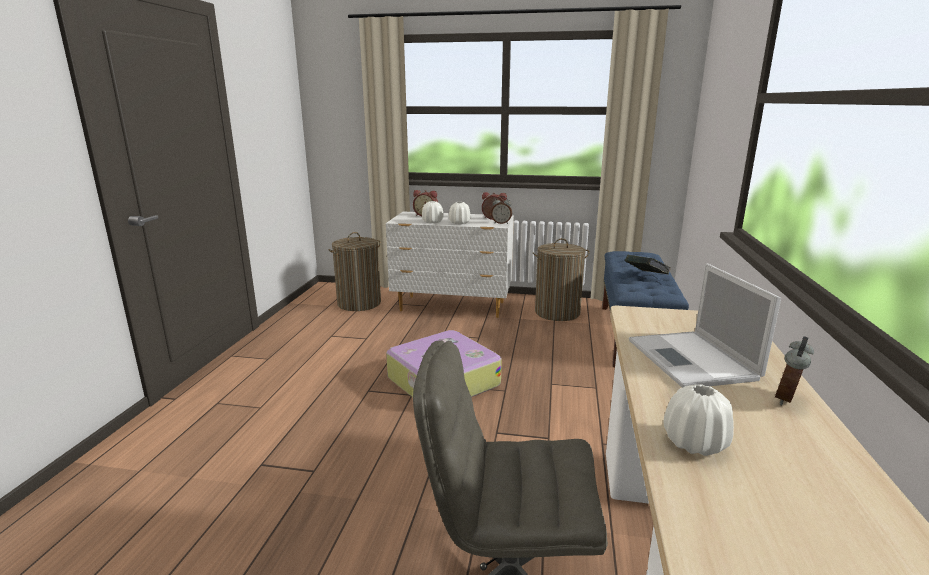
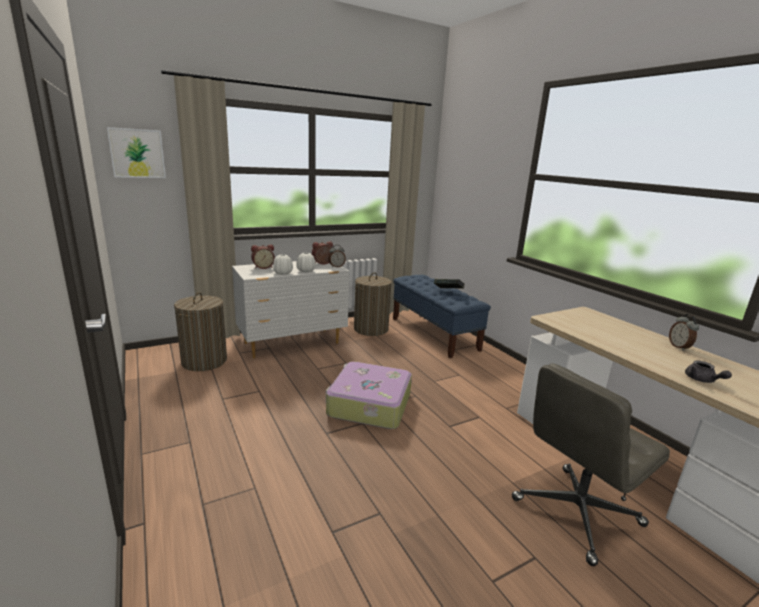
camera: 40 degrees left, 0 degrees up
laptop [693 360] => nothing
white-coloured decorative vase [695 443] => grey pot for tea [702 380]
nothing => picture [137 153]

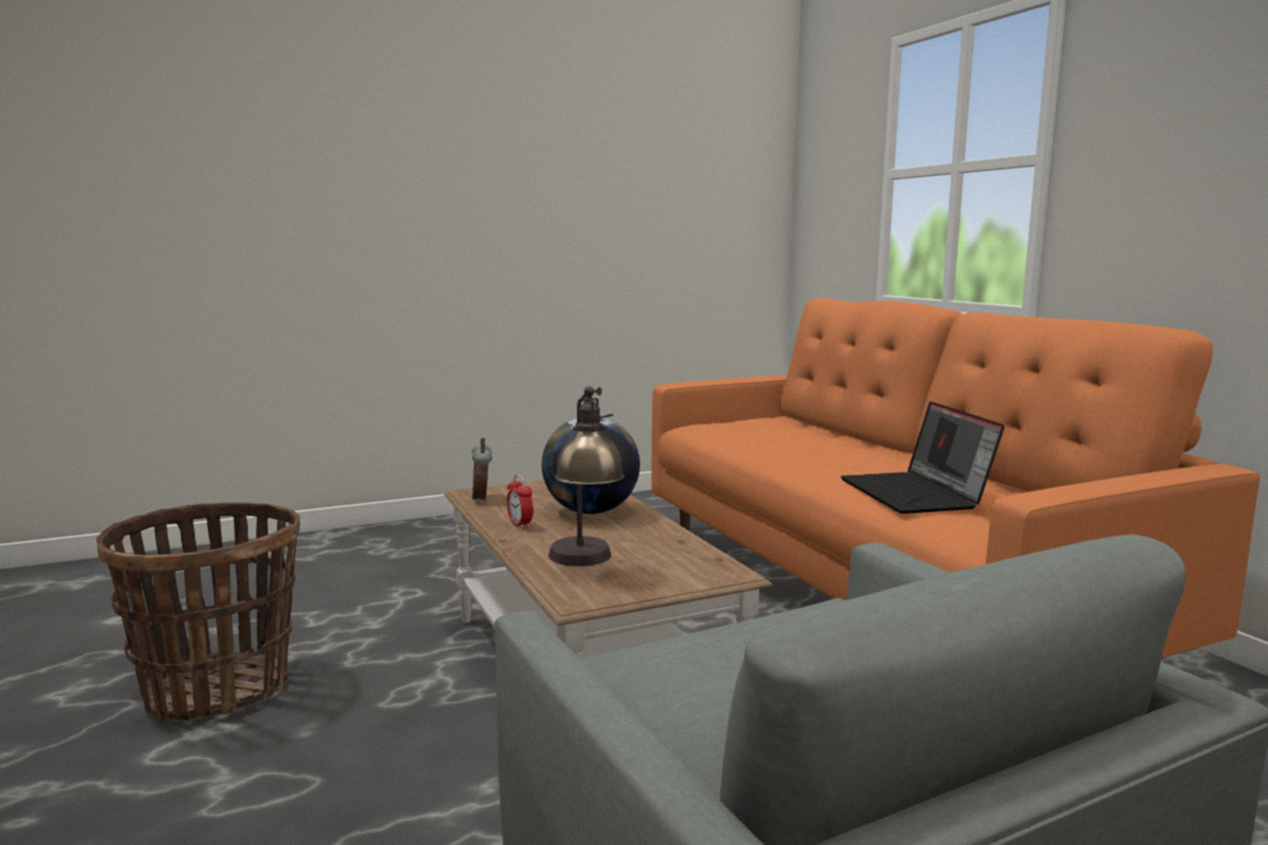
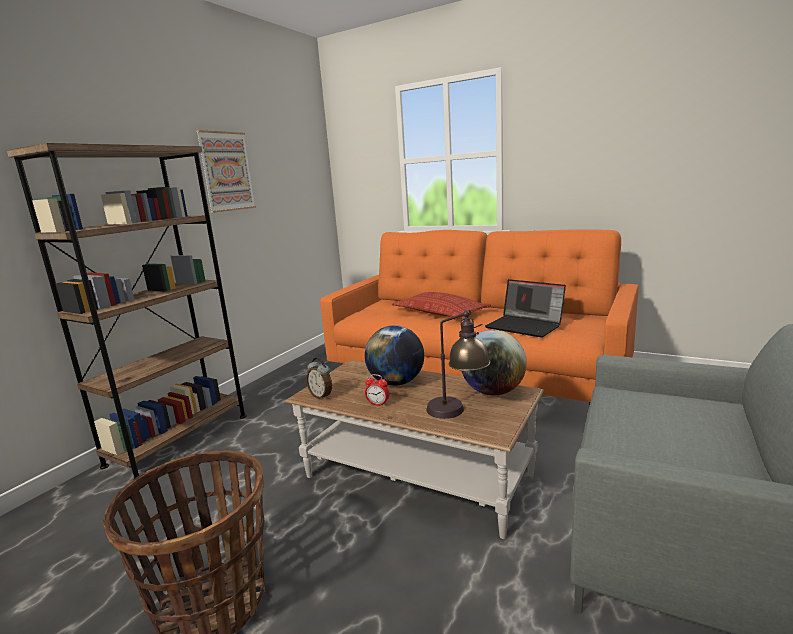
camera: 35 degrees left, 5 degrees up
nothing => picture [226 171]
nothing => brown-coloured shelving unit [179 439]
nothing => cushion [440 312]
nothing => world globe [493 392]

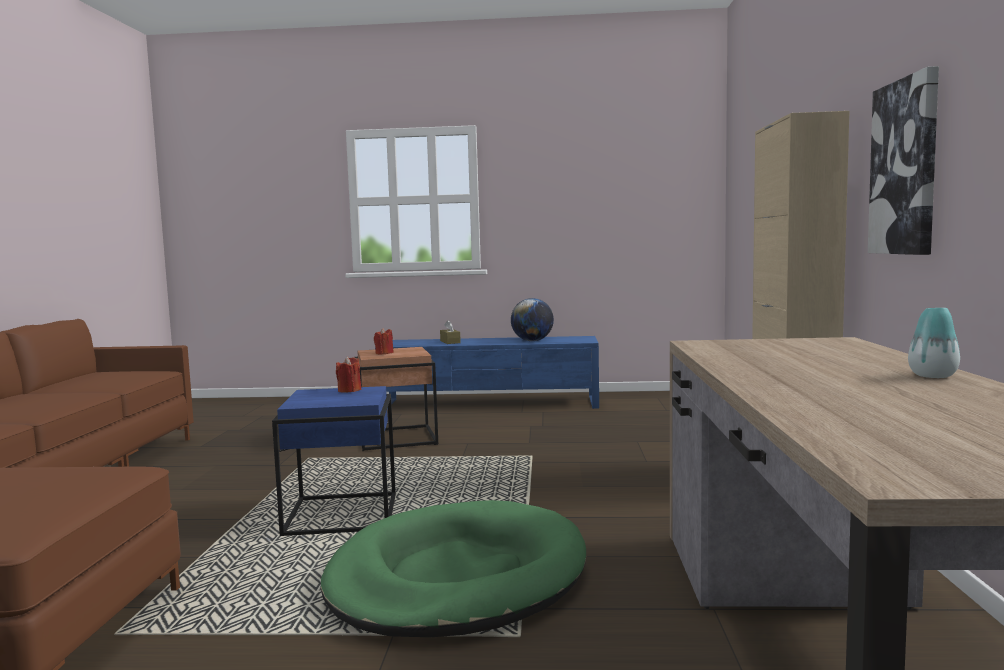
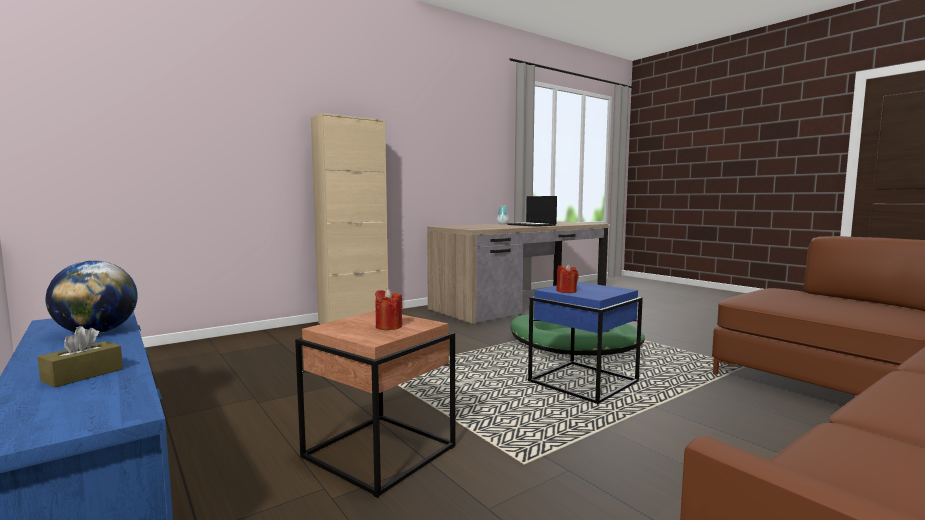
camera: 130 degrees left, 0 degrees up
picture [906 167] => nothing
nothing => laptop [532 225]

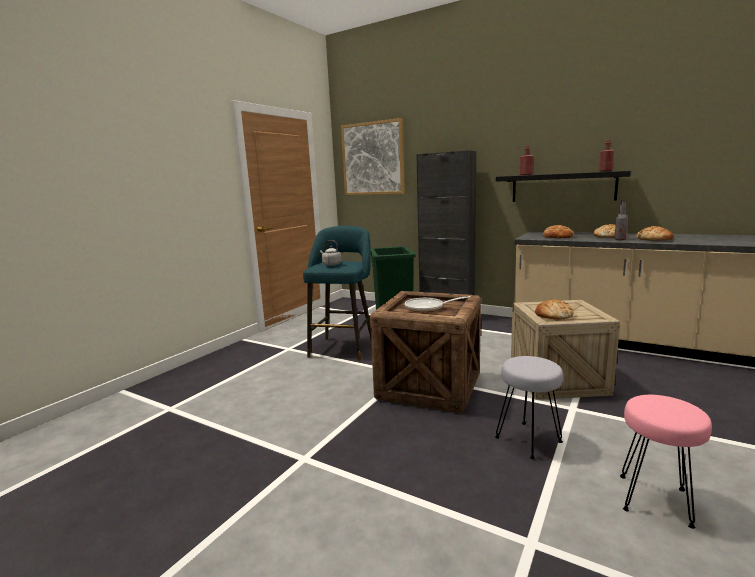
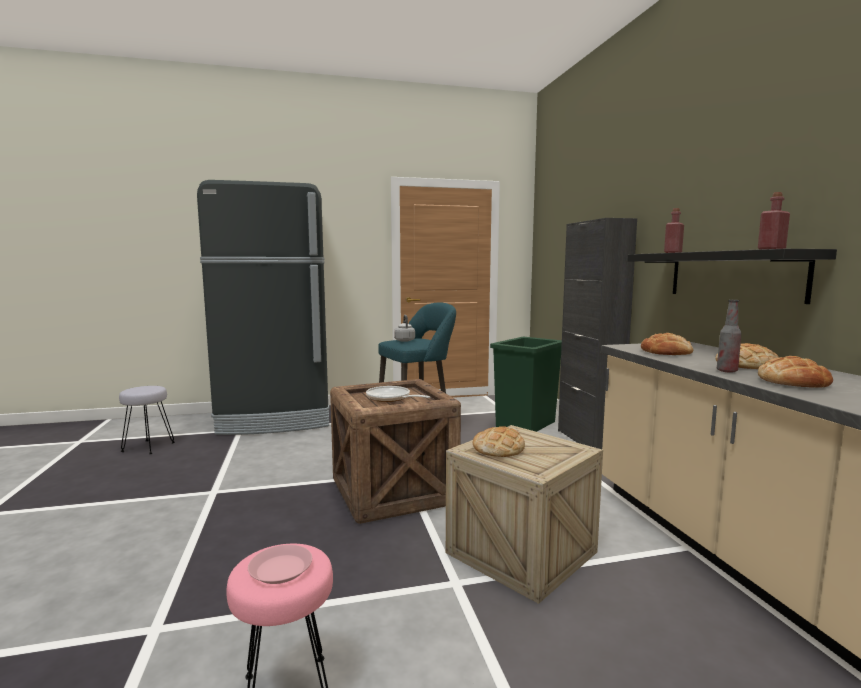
camera: 45 degrees right, 5 degrees down
picture [373 159] => nothing
grey stool [528 440] => grey stool [148 447], move
nothing => black kitchen fridge [276 420]
nothing => pink-coloured plate [280 569]

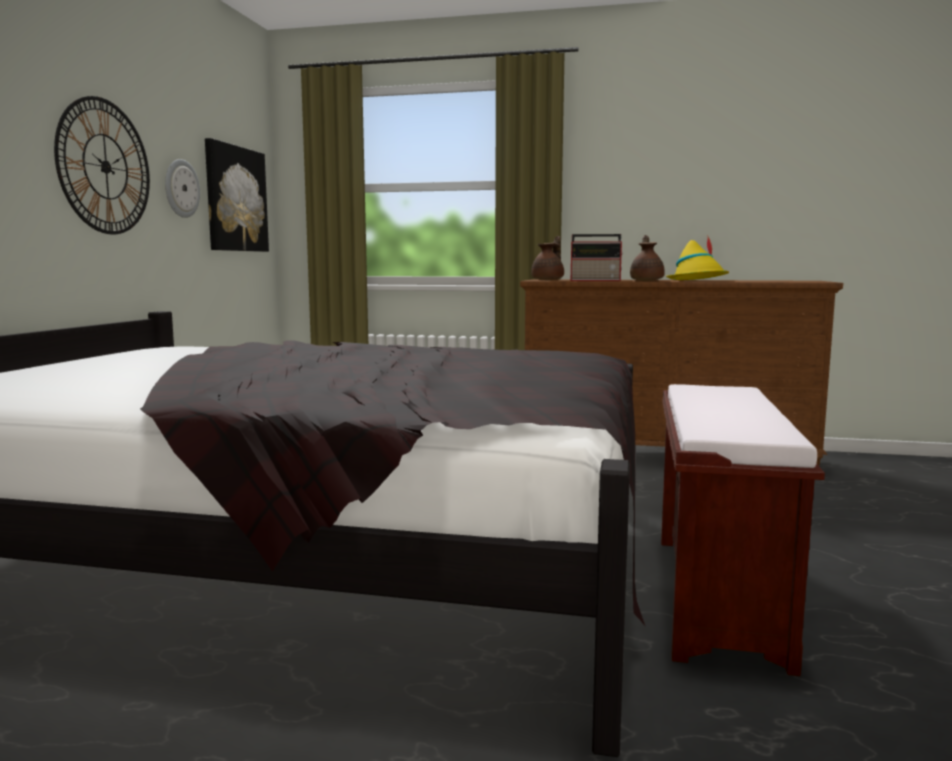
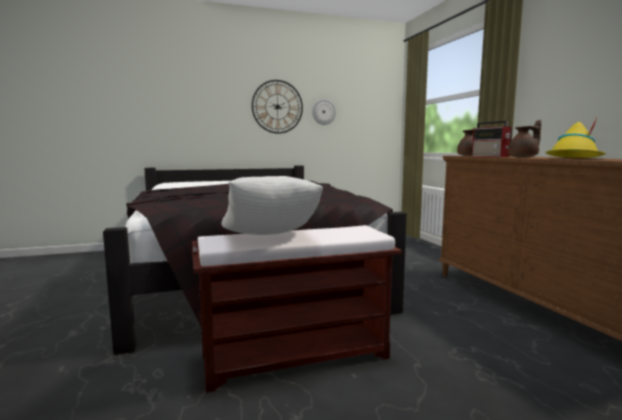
camera: 60 degrees right, 0 degrees up
picture [235 199] => nothing
nothing => white-coloured cushion [270 238]

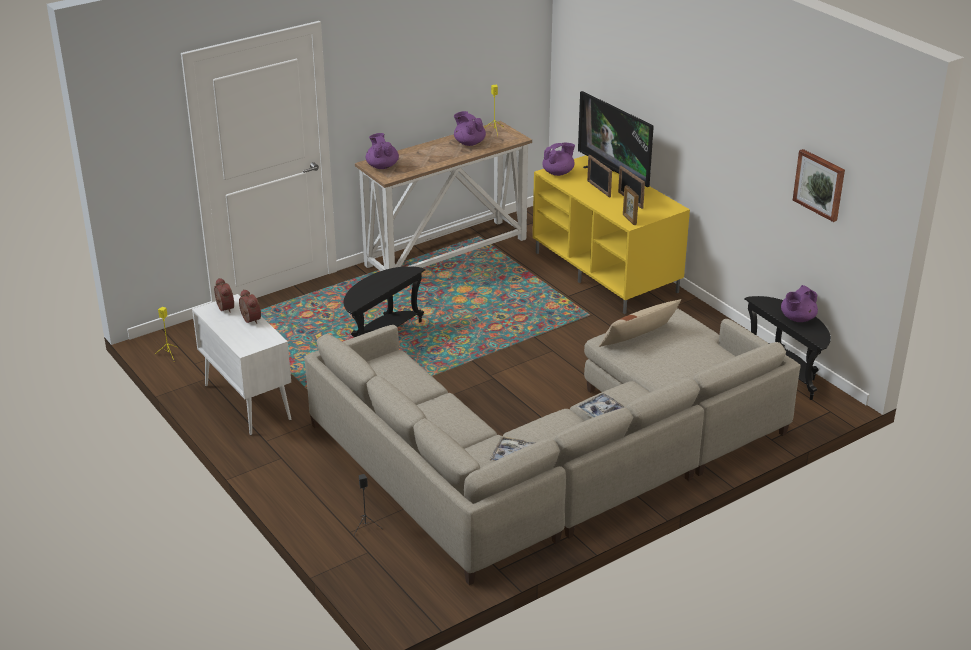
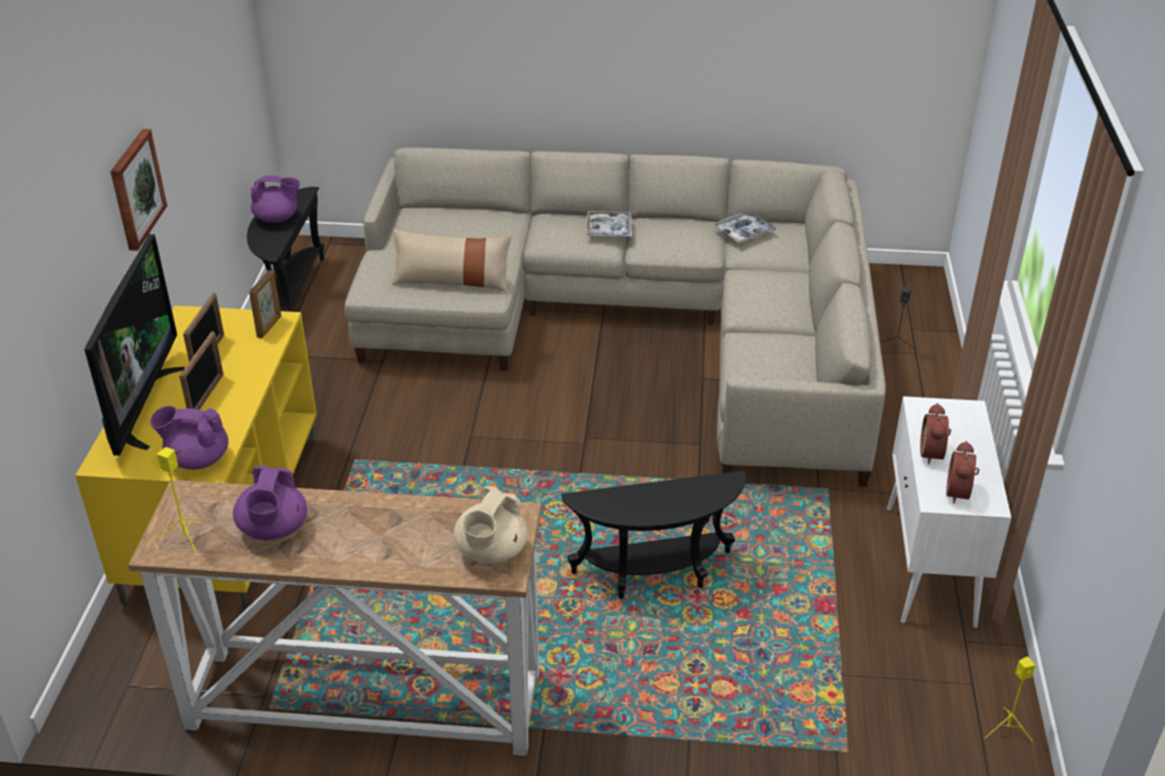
camera: 140 degrees left, 5 degrees up
purple-coloured pot for tea [382 166] => beige pot for tea [491 552]
picture [820 184] => picture [135 189], move

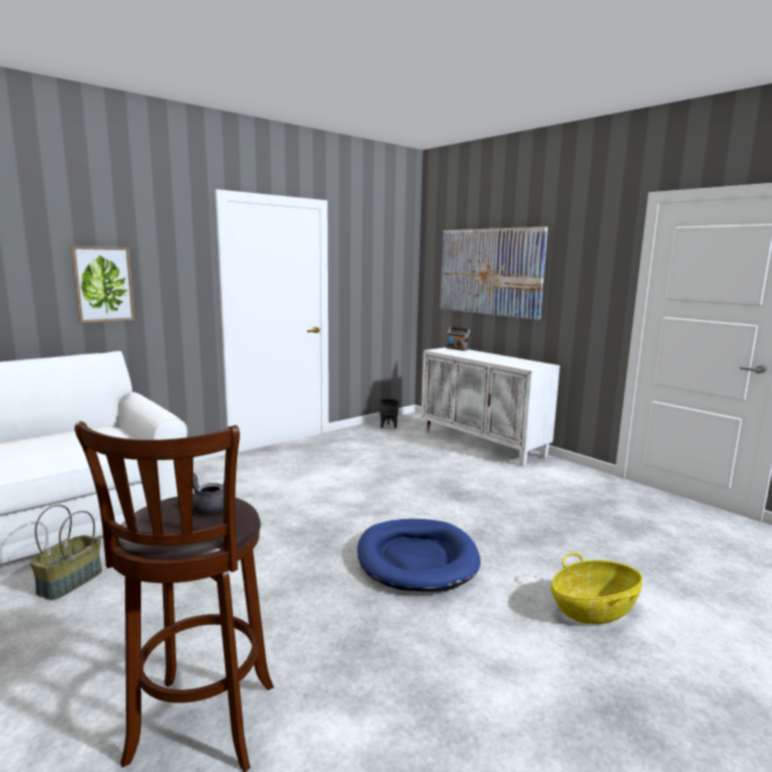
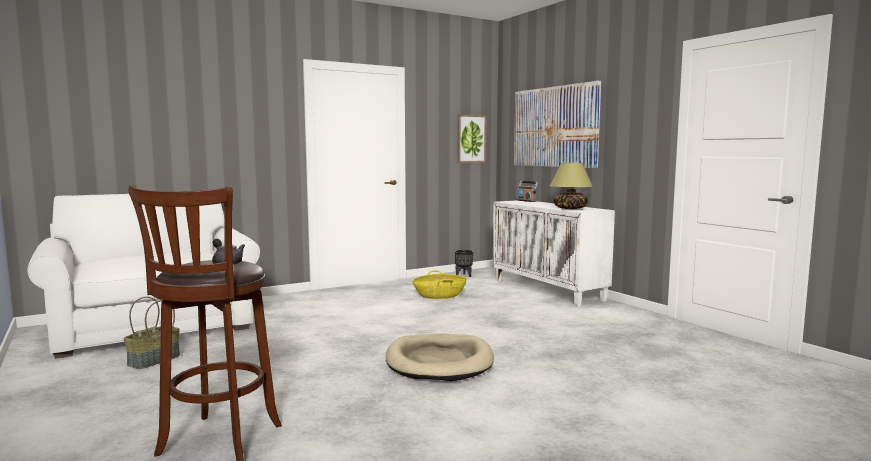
camera: 10 degrees right, 5 degrees down
picture [103 284] => picture [471 139], move
blue pet bed [417 559] => beige pet bed [439 362]
household basket [594 609] => household basket [439 296], move
nothing => lamp for a table [570 208]

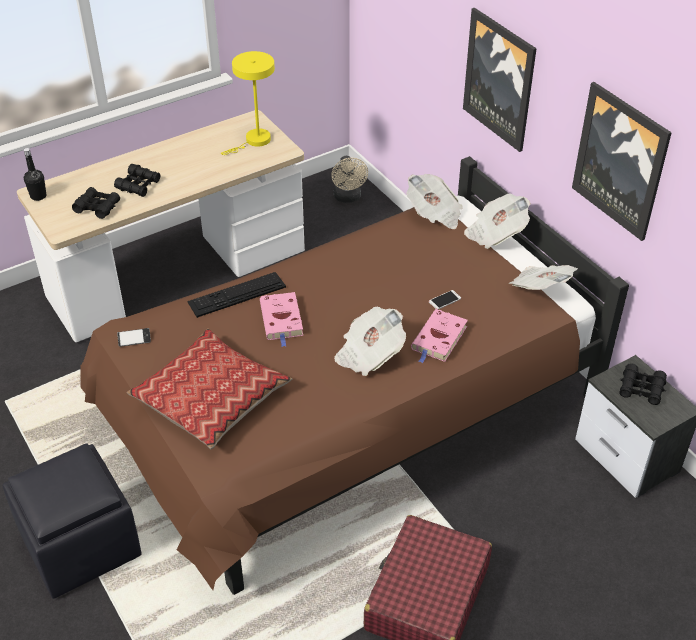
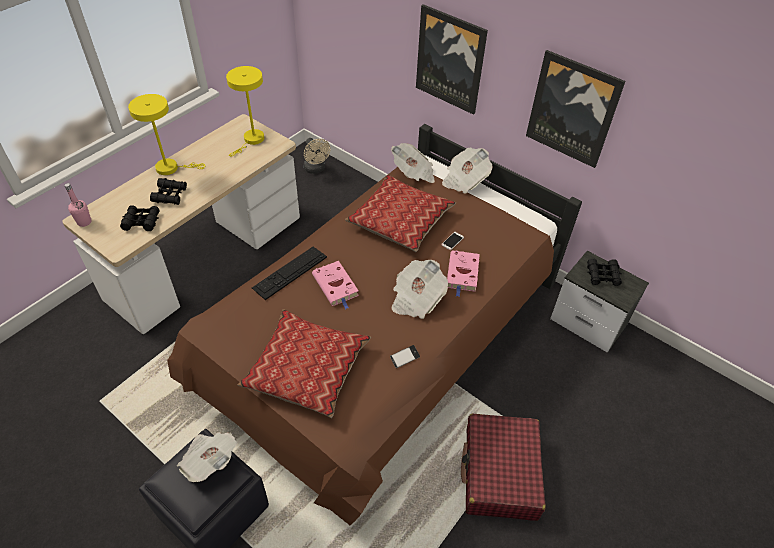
camera: 20 degrees left, 5 degrees up
black beverage bottle [38 196] => pink-coloured beverage bottle [84 222]
daily paper [540 288] => daily paper [209 461], move
telephone [134 339] => telephone [404 358], move
nothing => yellowish lamp for a table [171 168]
nothing => cushion [400 220]

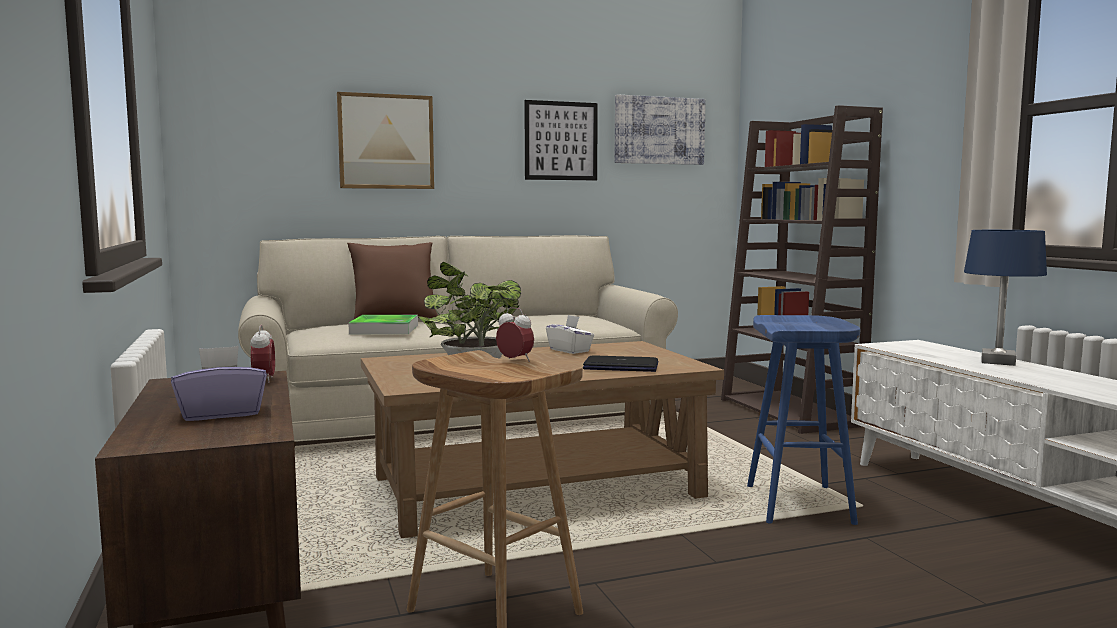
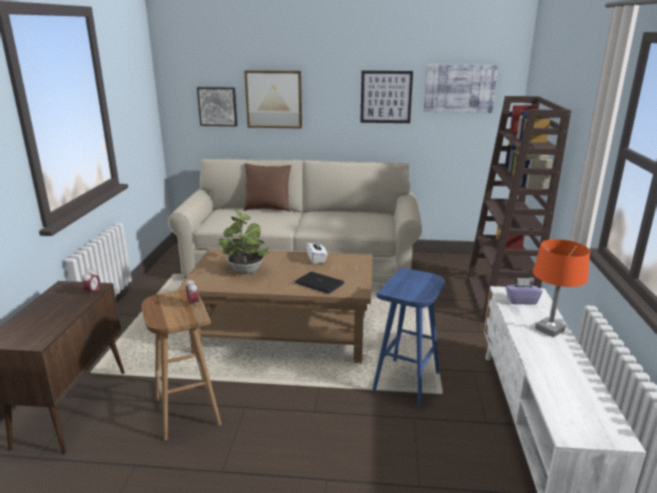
camera: 25 degrees right, 15 degrees up
blue lamp for a table [997 361] => orange-coloured lamp for a table [549 329]
carrying tray [384 329] => nothing
purple-coloured tissue box [222 413] => purple-coloured tissue box [521 301], move
nothing => picture [218 106]

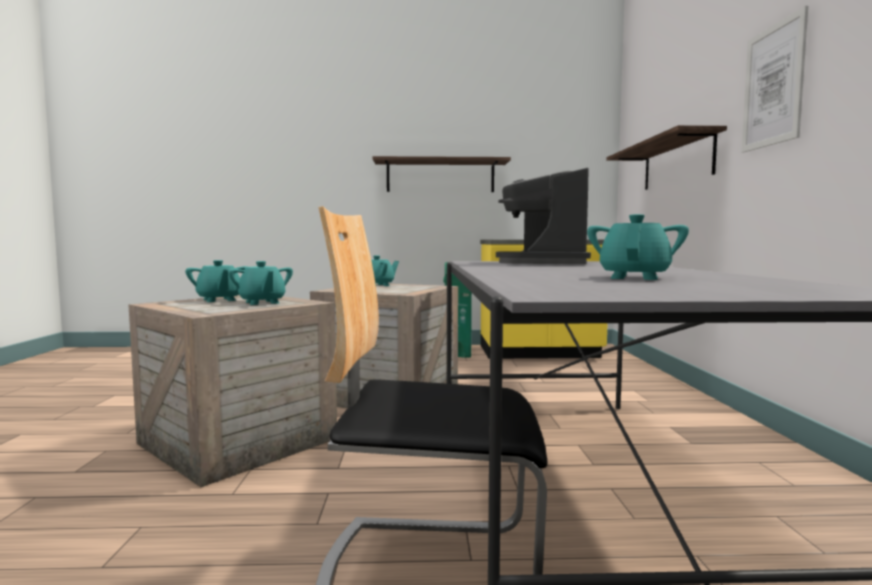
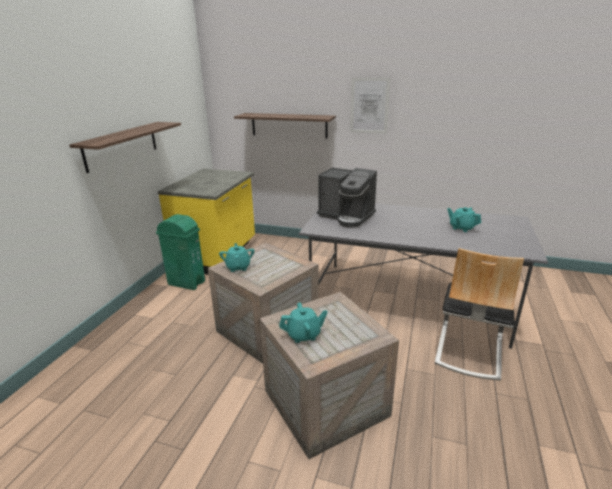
camera: 70 degrees left, 20 degrees up
blue-green pot for tea [262 302] => nothing

